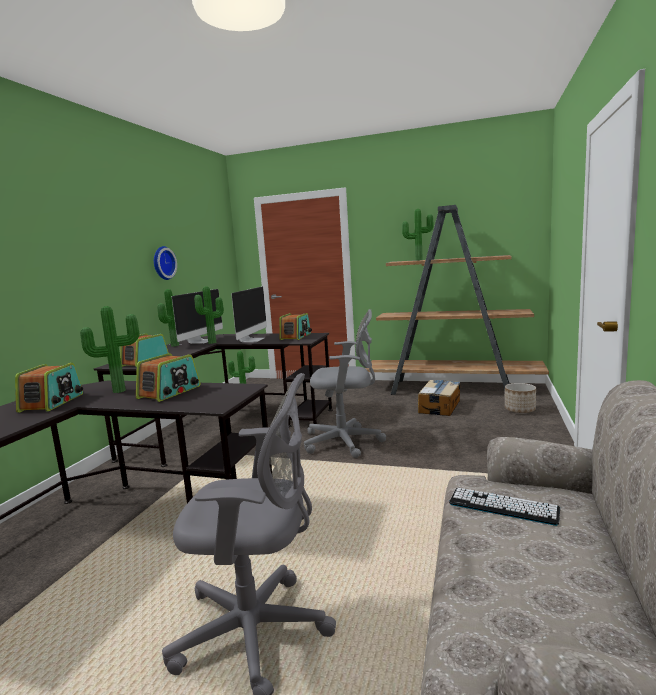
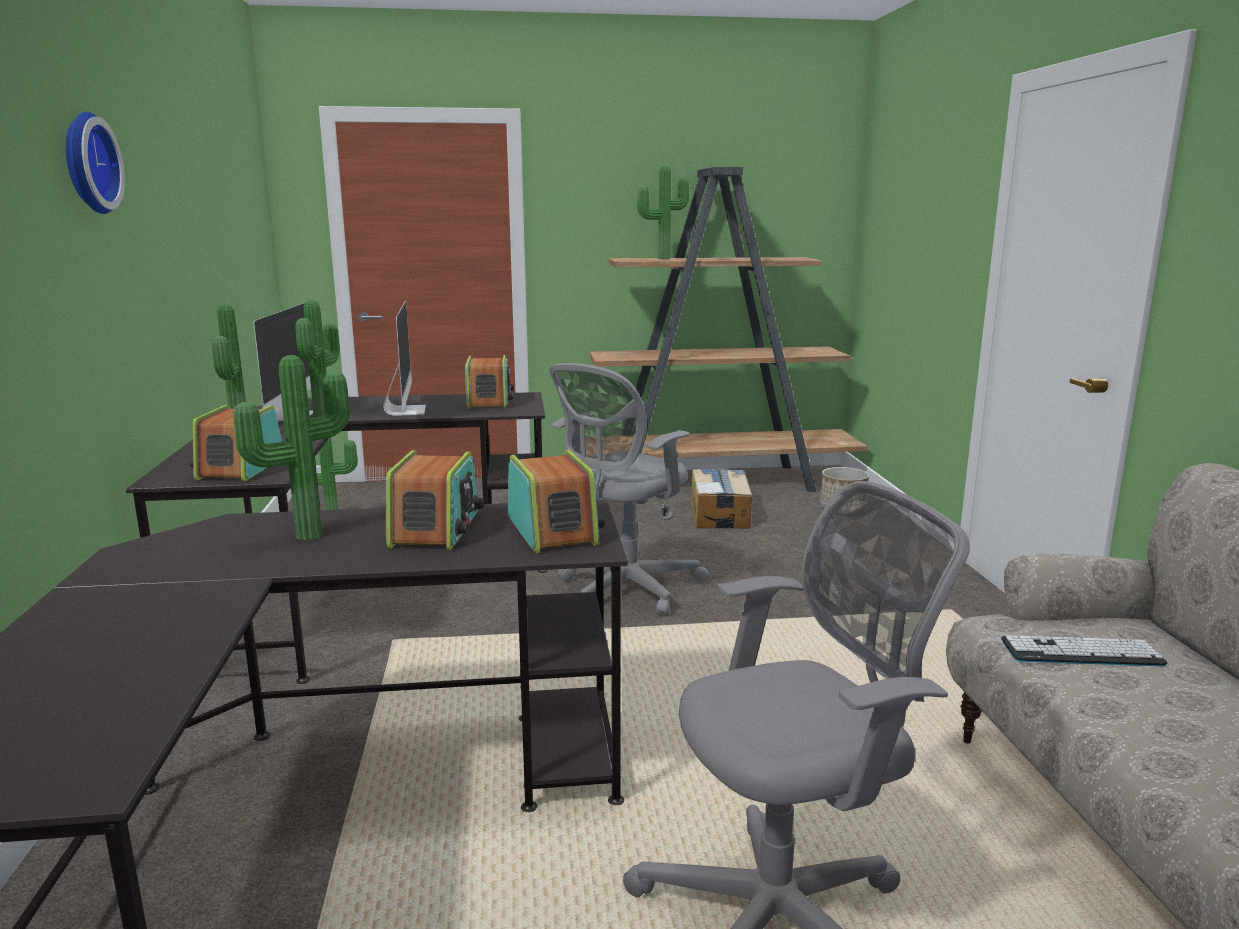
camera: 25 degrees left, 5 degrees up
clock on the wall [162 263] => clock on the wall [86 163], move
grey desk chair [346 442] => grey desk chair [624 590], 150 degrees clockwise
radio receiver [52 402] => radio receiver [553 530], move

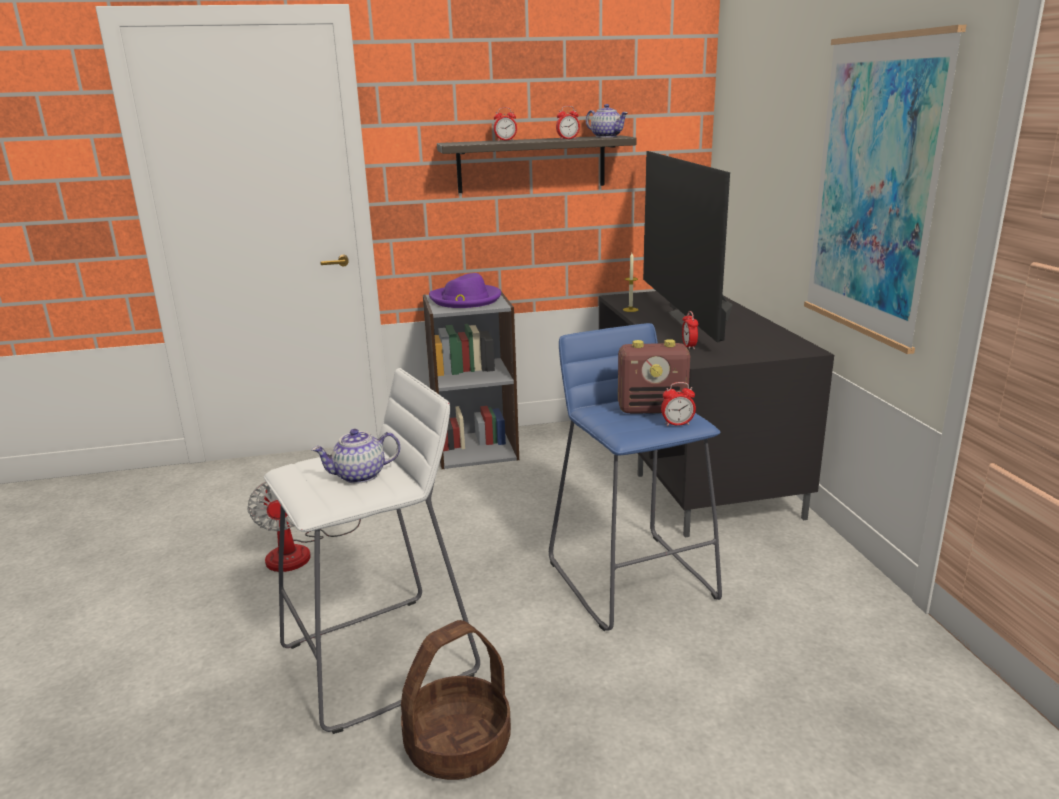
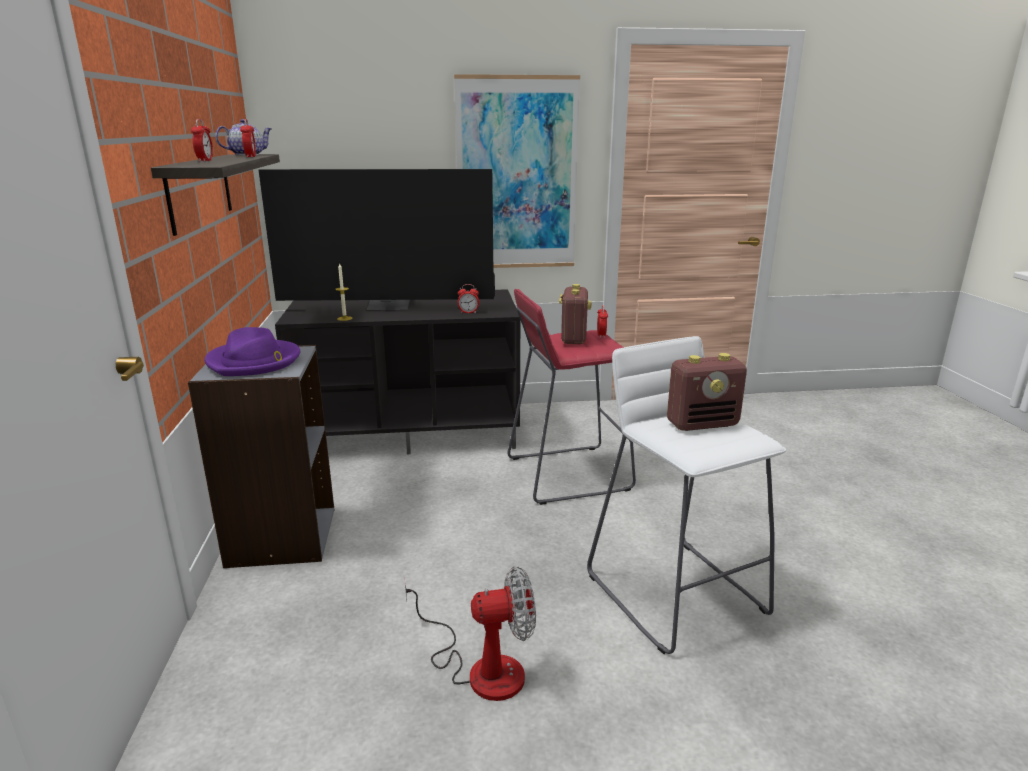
camera: 85 degrees left, 0 degrees up
blue stool [632 578] => reddish stool [567 473]
pot for tea [359 476] => radio receiver [703 424]
household basket [458 744] => nothing

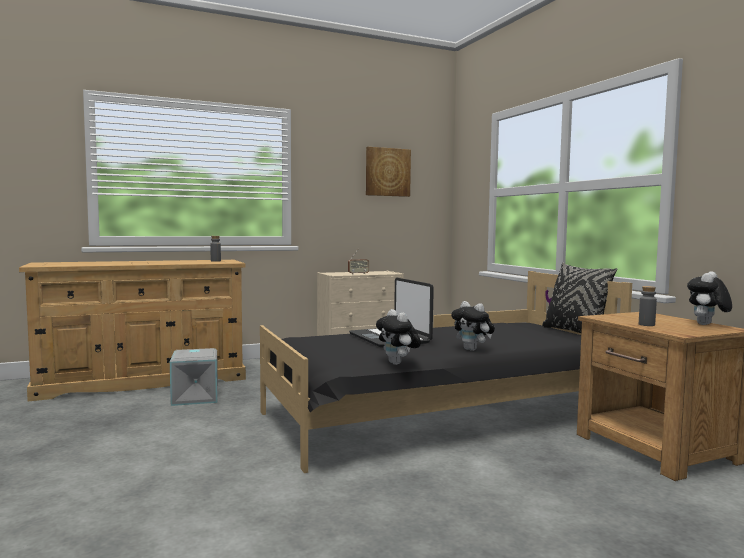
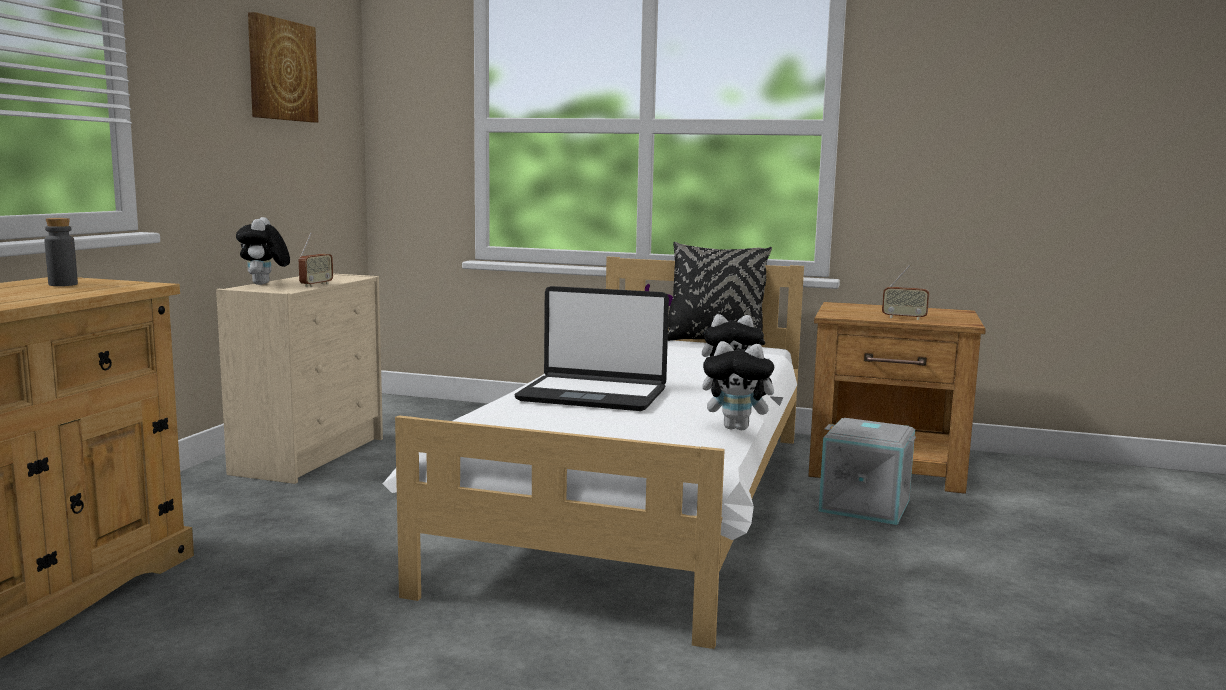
camera: 50 degrees left, 5 degrees up
black bed [441 415] => white-coloured bed [644 503]
plush toy [707 325] => plush toy [264 284], move
grey beverage bottle [646 325] => radio receiver [904 318]
grey storage box [196 397] => grey storage box [865 505], move

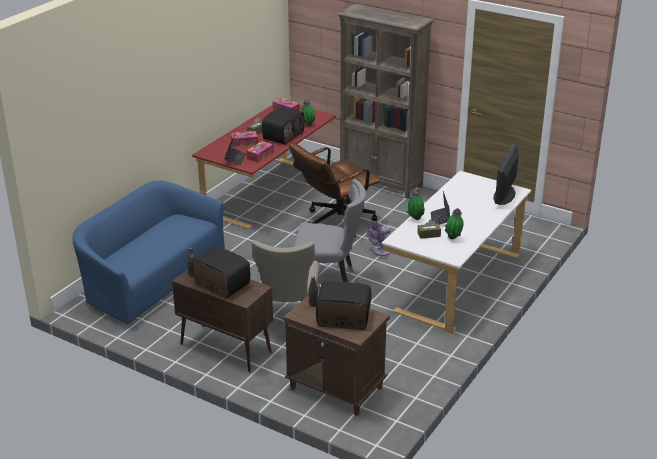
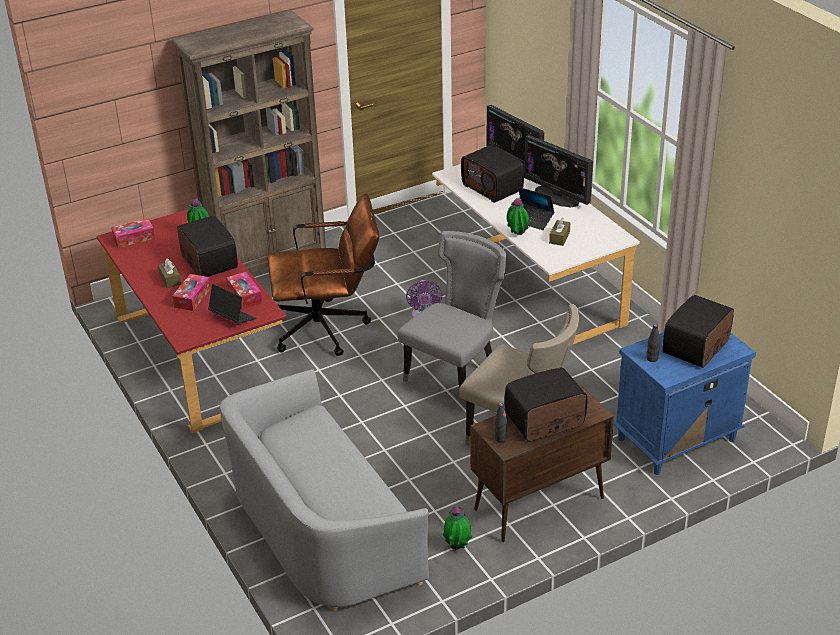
camera: 60 degrees left, 5 degrees up
brown-coloured desk chair [334 223] => brown-coloured desk chair [329 328], 90 degrees counterclockwise
blue couch [151 279] => grey couch [321 529]
potted plant [453 239] => potted plant [457 546], move
brown-coloured night table [335 388] => blue night table [675 440]
nothing => computer screen [557 196]
nothing => radio receiver [493 187]

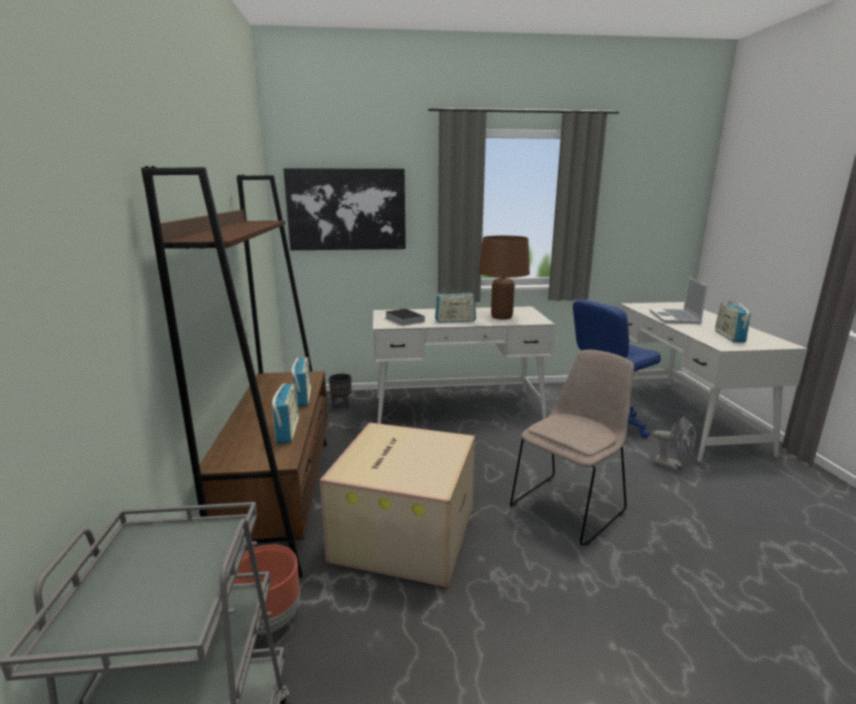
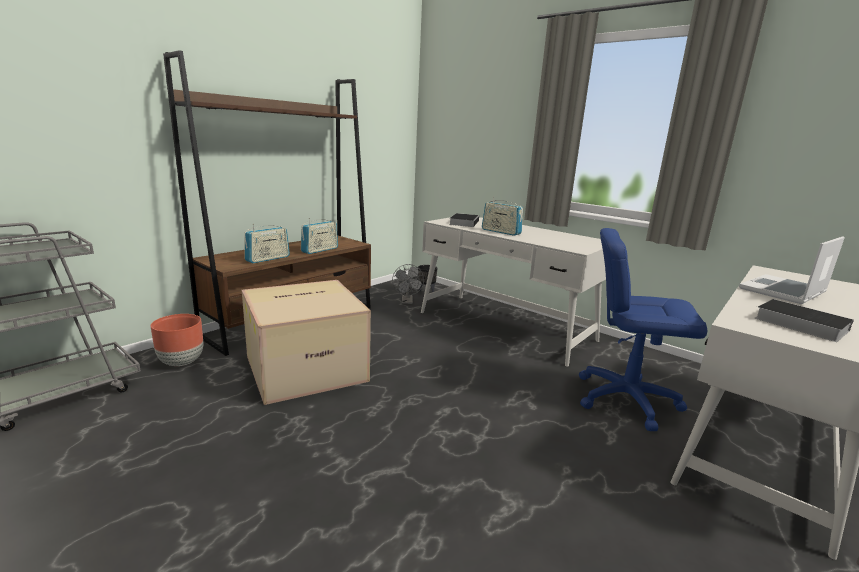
camera: 45 degrees right, 0 degrees up
picture [346 209] => nothing
brown-coloured lamp for a table [501 317] => nothing
radio receiver [729 336] => bound book [797 323]
beige plain chair [569 506] => nothing
grey cooling fan [672 466] => grey cooling fan [407 302], move

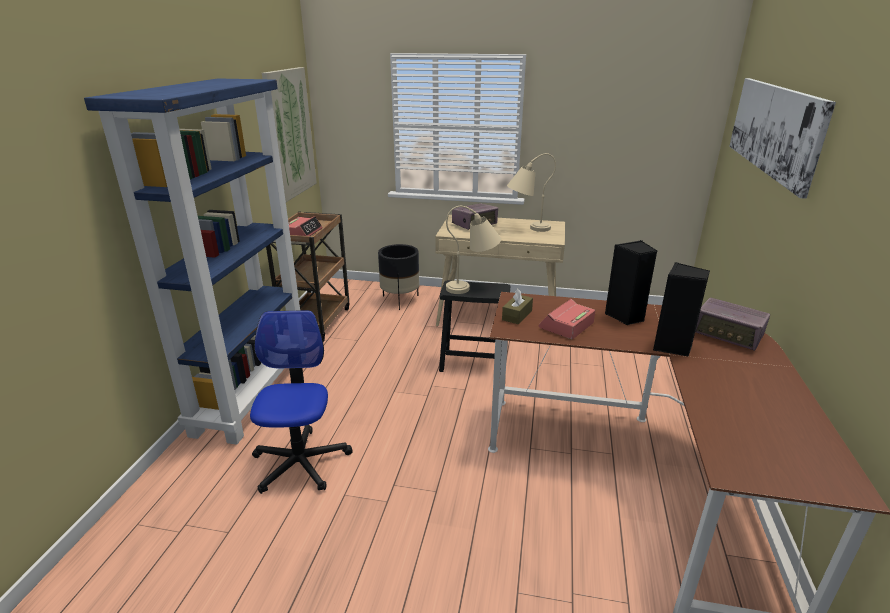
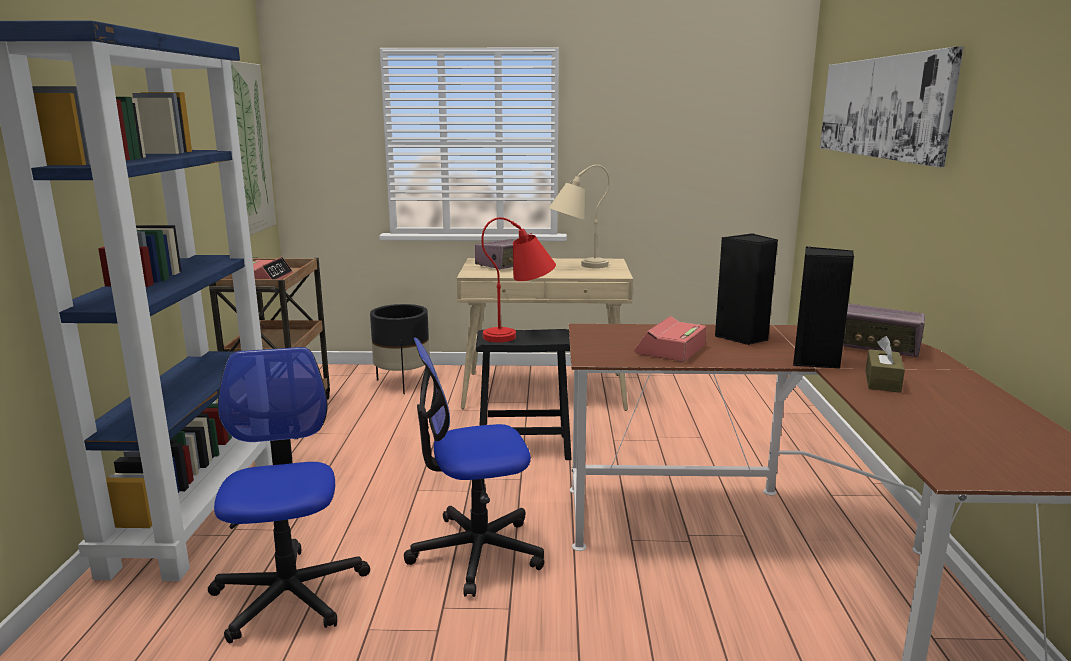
camera: 10 degrees left, 10 degrees down
beige lamp for a table [473 287] => reddish lamp for a table [521 334]
brown-coloured tissue box [517 315] => brown-coloured tissue box [882 381], move
nothing => desk chair [476 552]

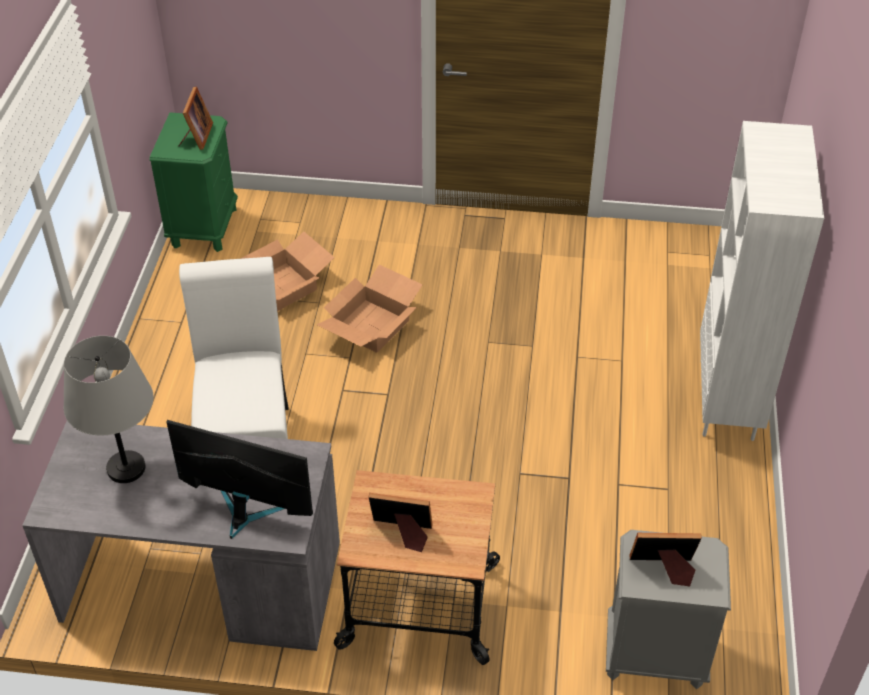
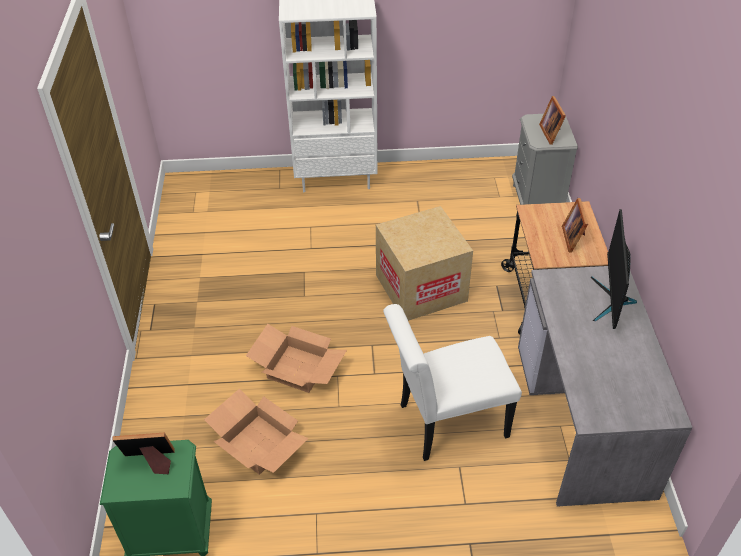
camera: 100 degrees left, 0 degrees up
grey lamp for a table [126 469] => nothing
nothing => packing box [421 288]

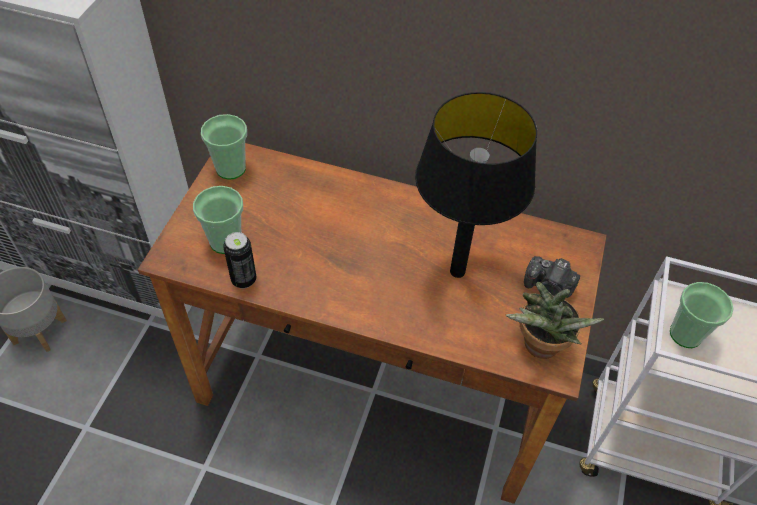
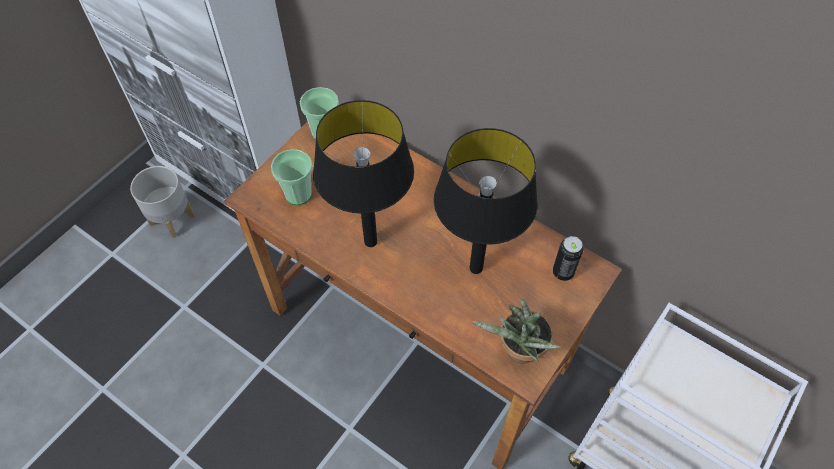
camera: 20 degrees right, 5 degrees up
sealed can [244 279] => sealed can [563 272], move
still camera [549 287] => nothing
cup [685 334] => nothing
nothing => black lamp for a table [370 241]

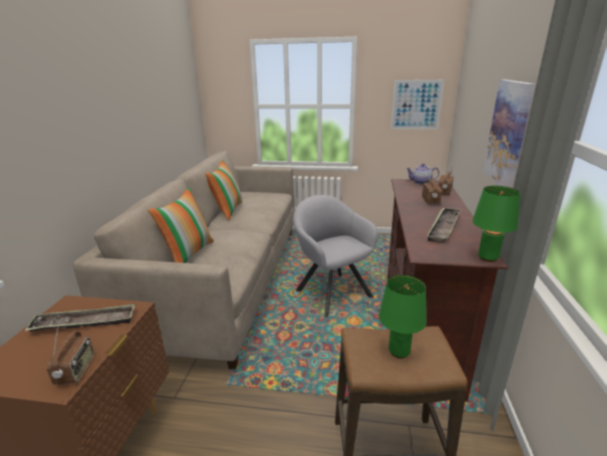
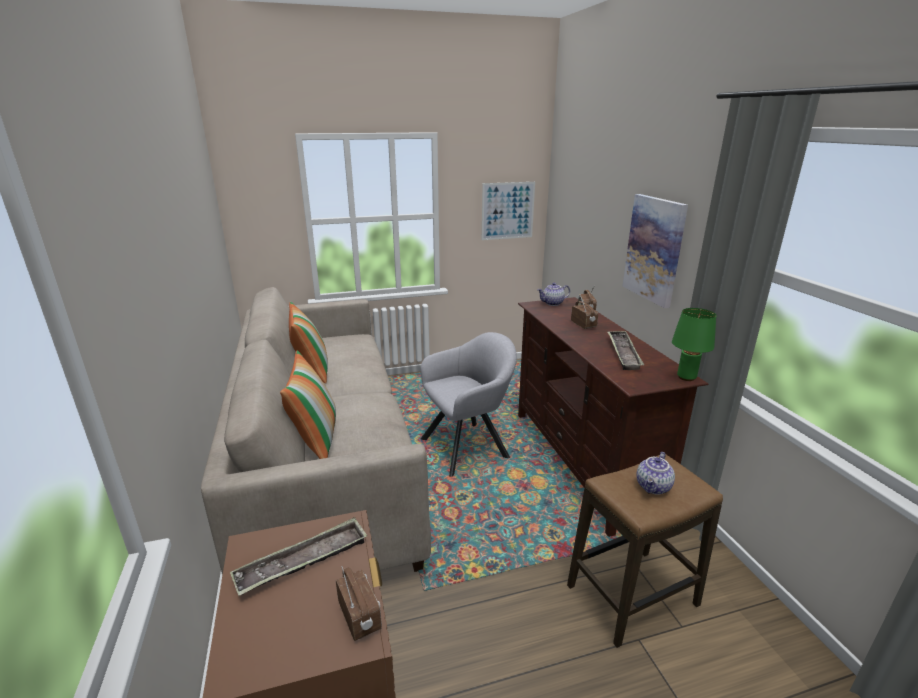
camera: 25 degrees left, 0 degrees up
grey lounge chair [331 291] => grey lounge chair [469 447], 120 degrees clockwise
green-coloured lamp for a table [399 352] => pot for tea [654 487]

